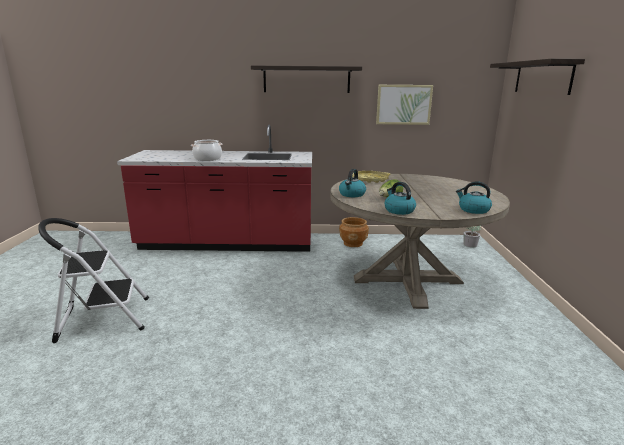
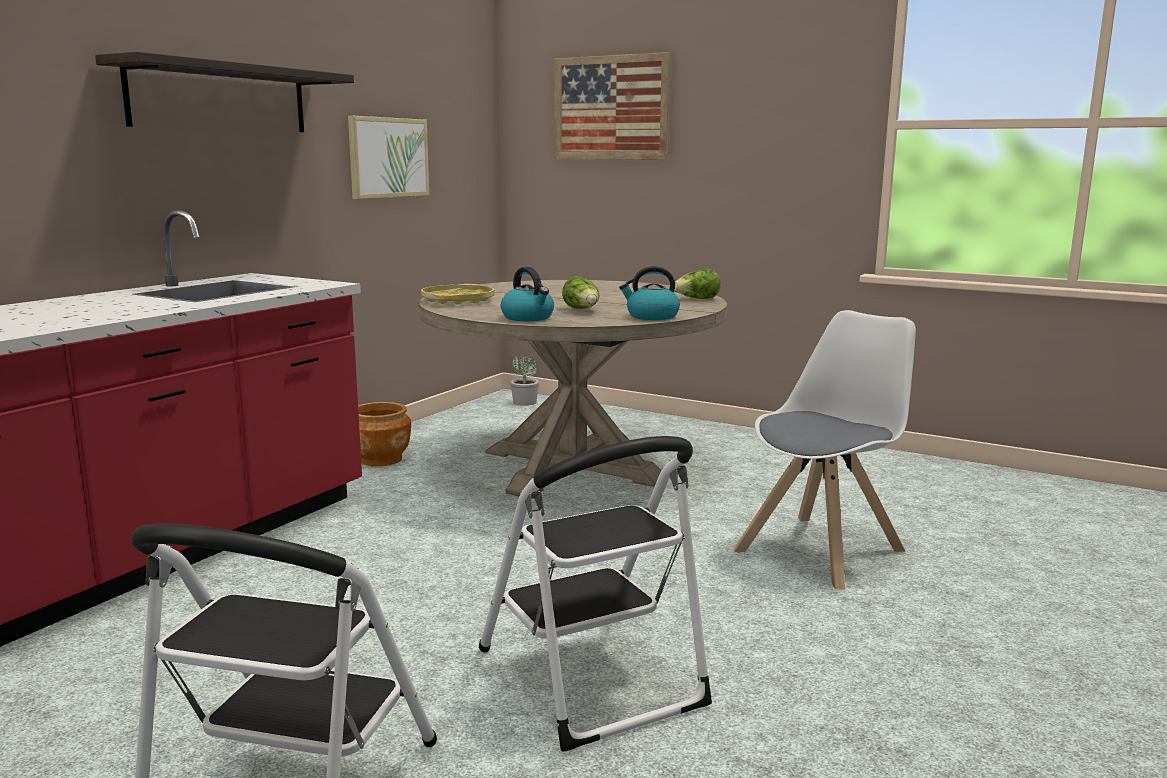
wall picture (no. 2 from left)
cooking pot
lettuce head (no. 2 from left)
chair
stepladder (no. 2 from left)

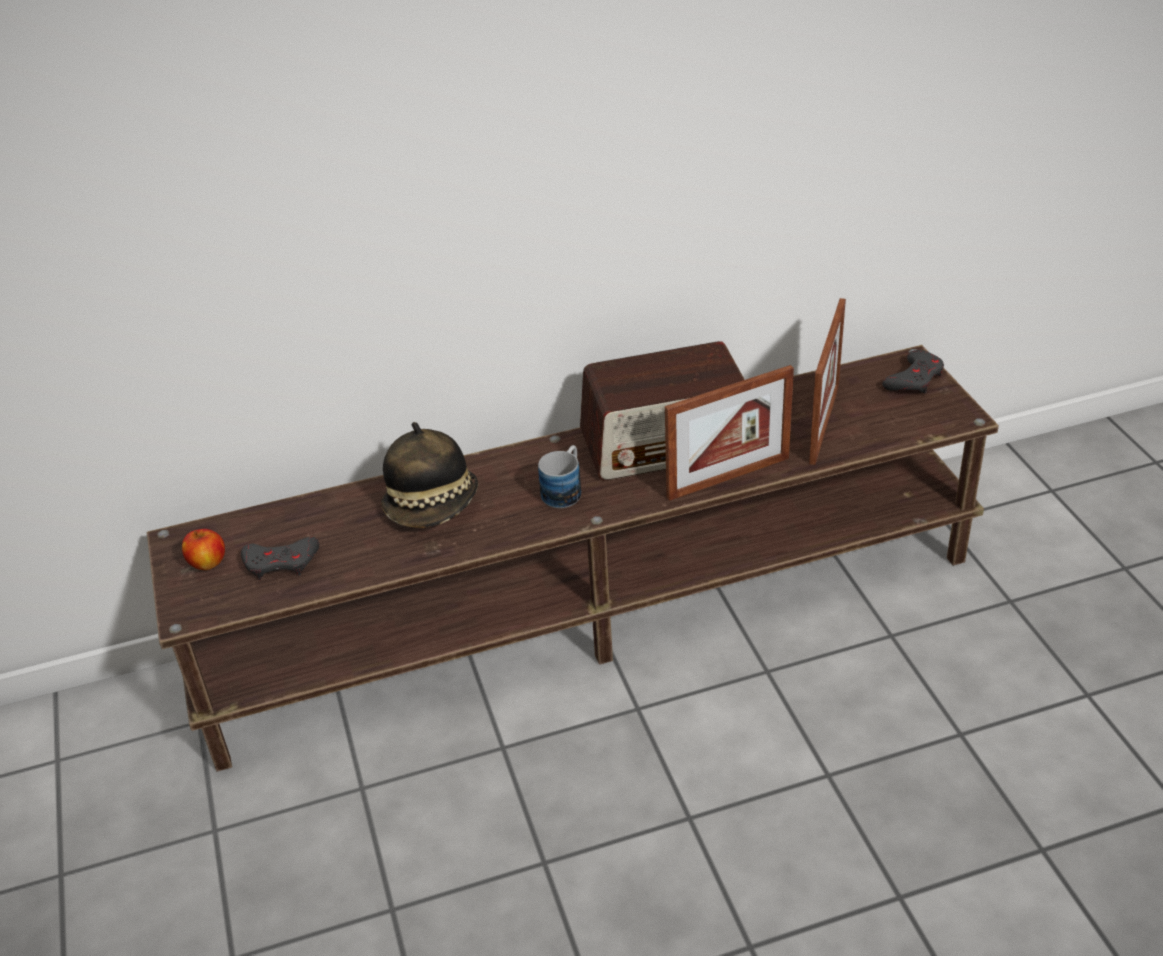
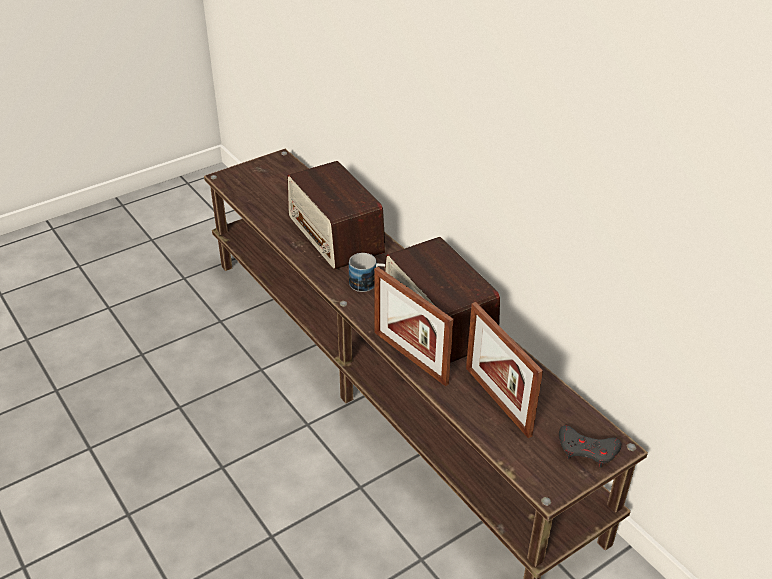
picture frame (no. 2 from left)
radio (no. 1 from left)
apple fruit
gray gamepad (no. 1 from left in the first image)

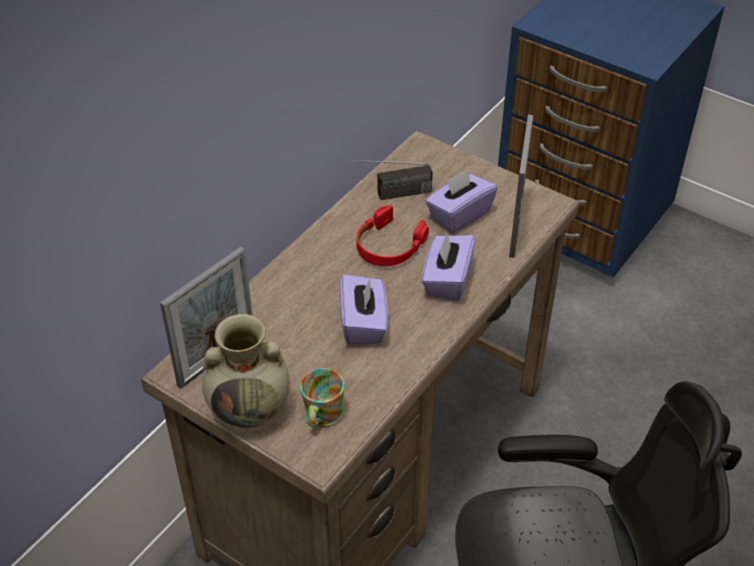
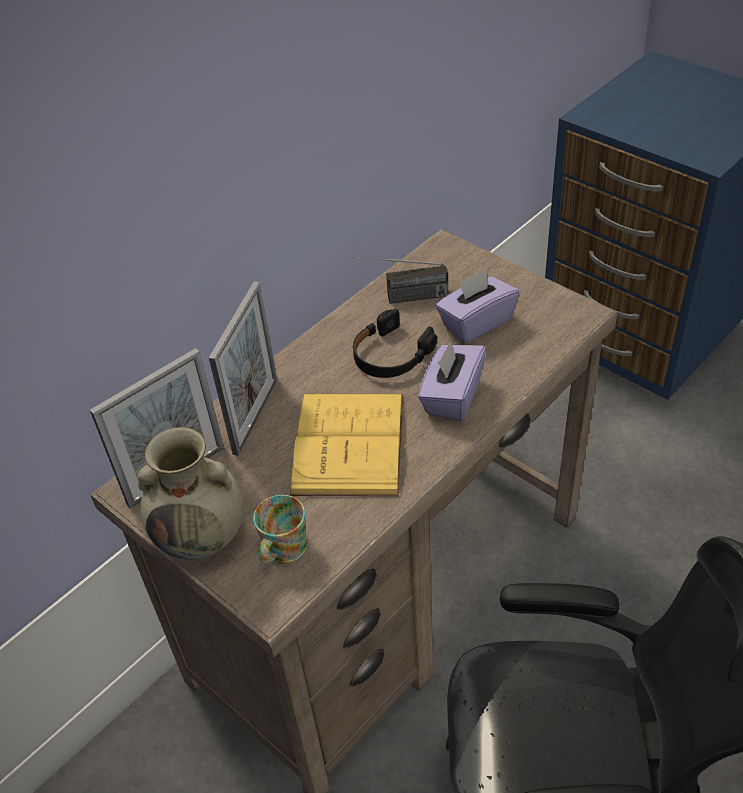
picture frame (no. 2 from left)
blackish headphones
yellow-coloured bound book

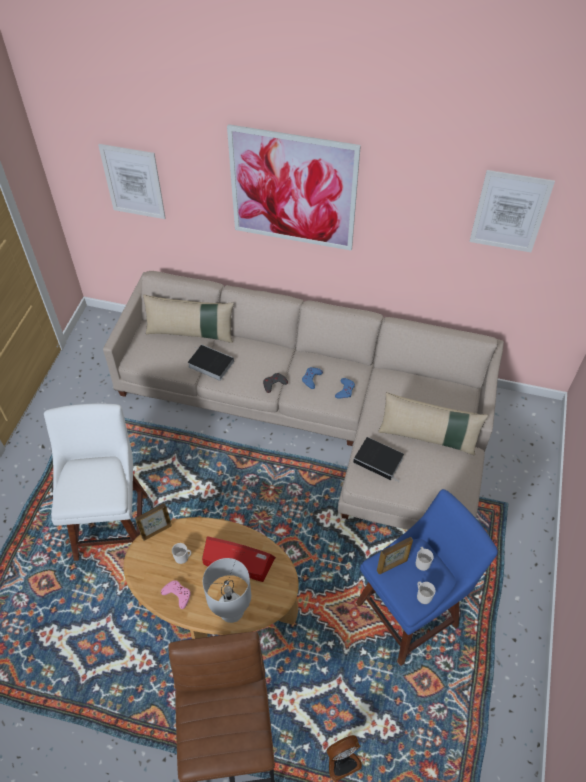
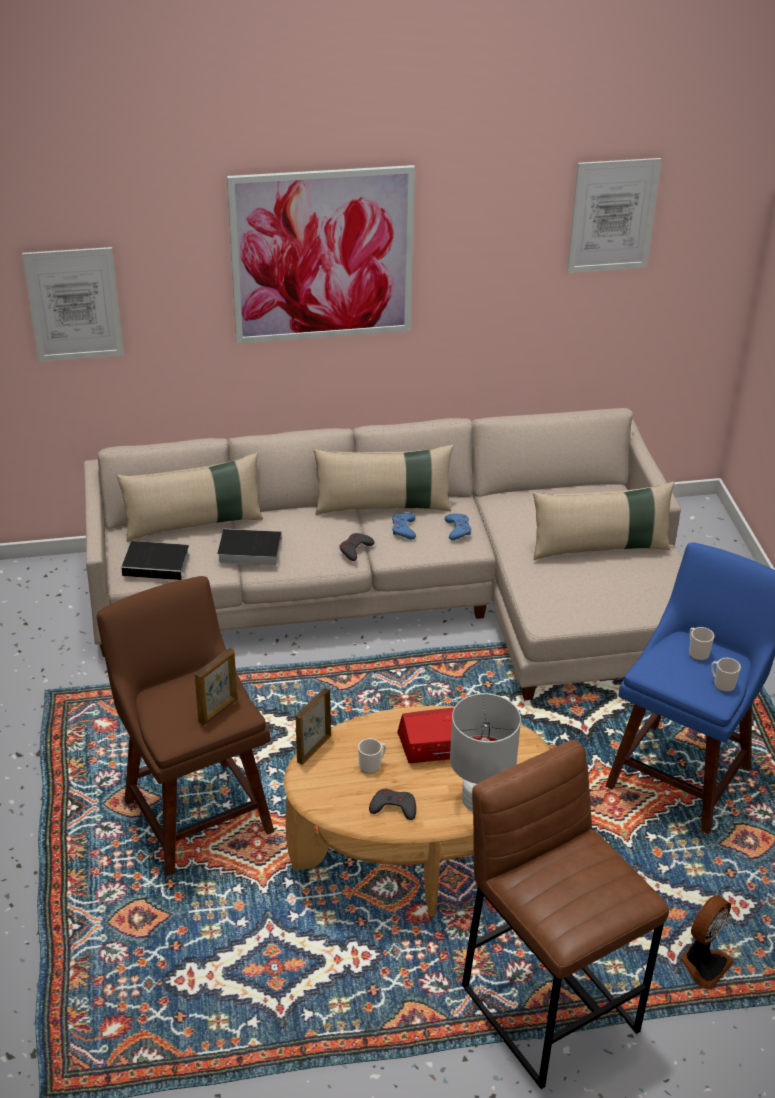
brownish sitting stool (no. 1 from left)
bound book (no. 1 from left)
picture frame (no. 1 from left)
gray gamepad (no. 2 from left)
sand-coloured pillow (no. 2 from left)

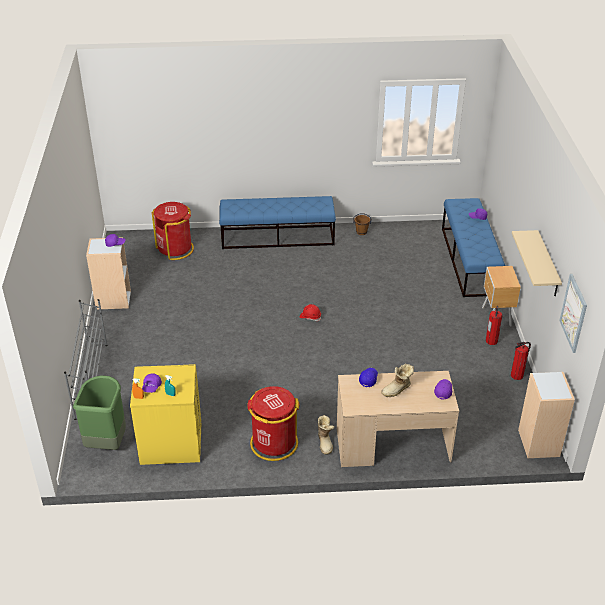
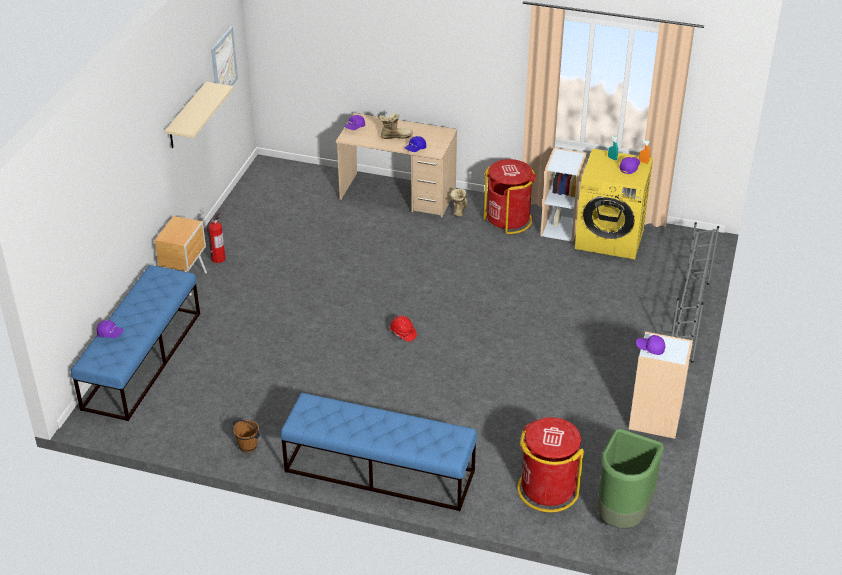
extinguisher (no. 2 from left in the first image)
bookcase (no. 1 from left)
greenish waste bin

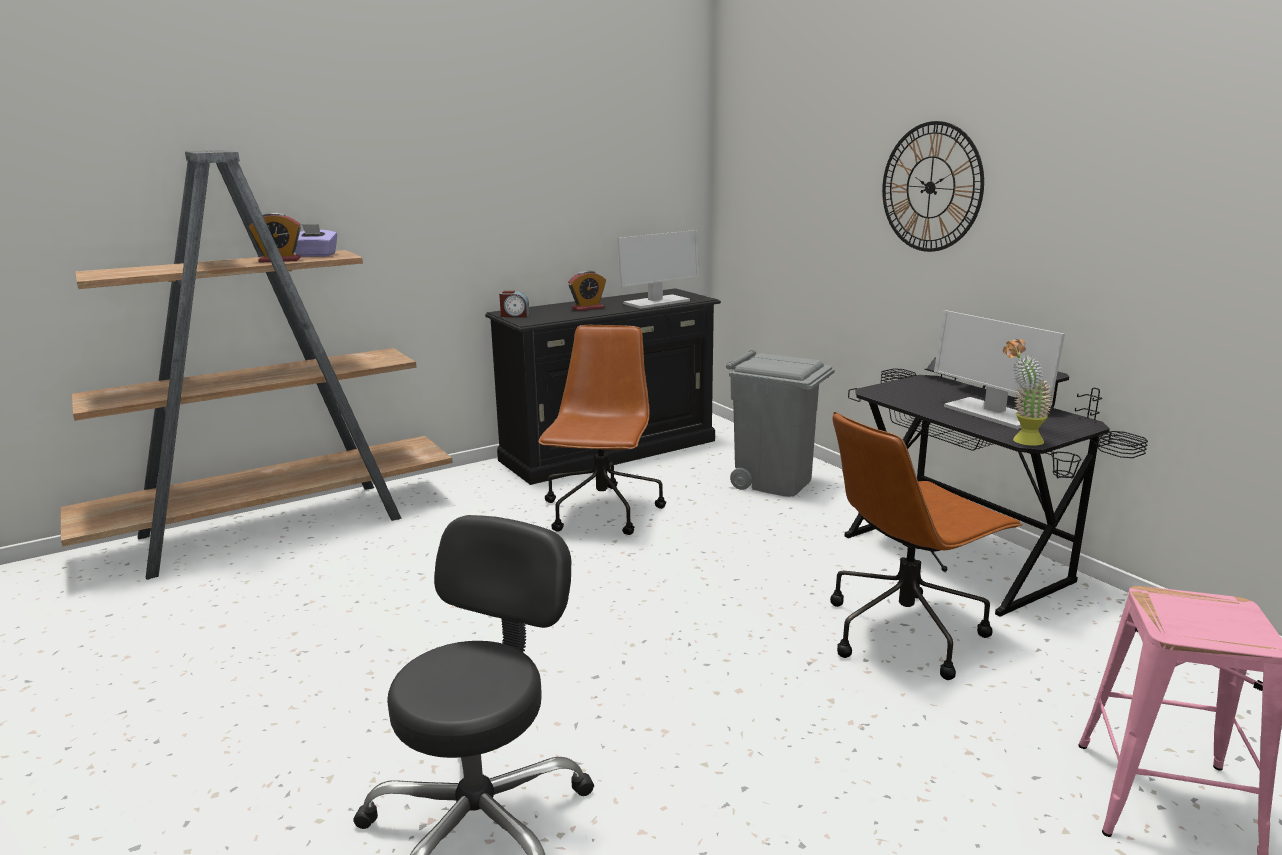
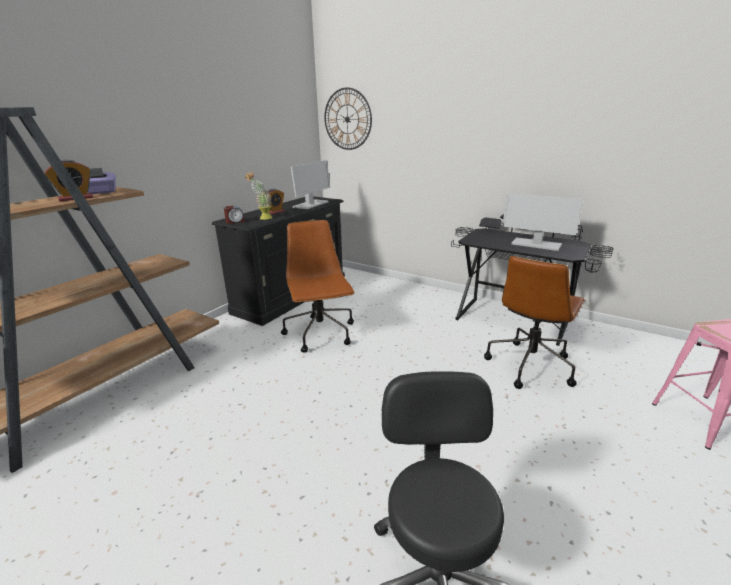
clock on the wall
houseplant
gray waste bin

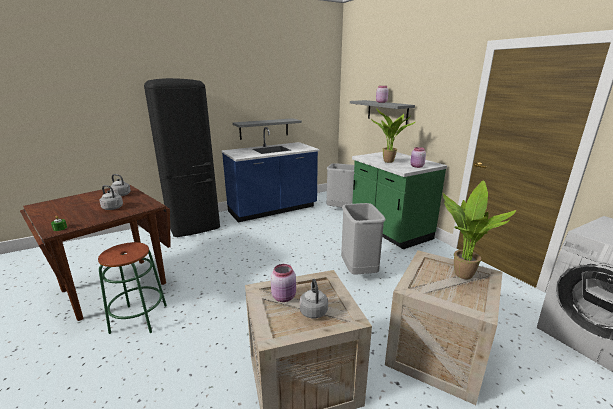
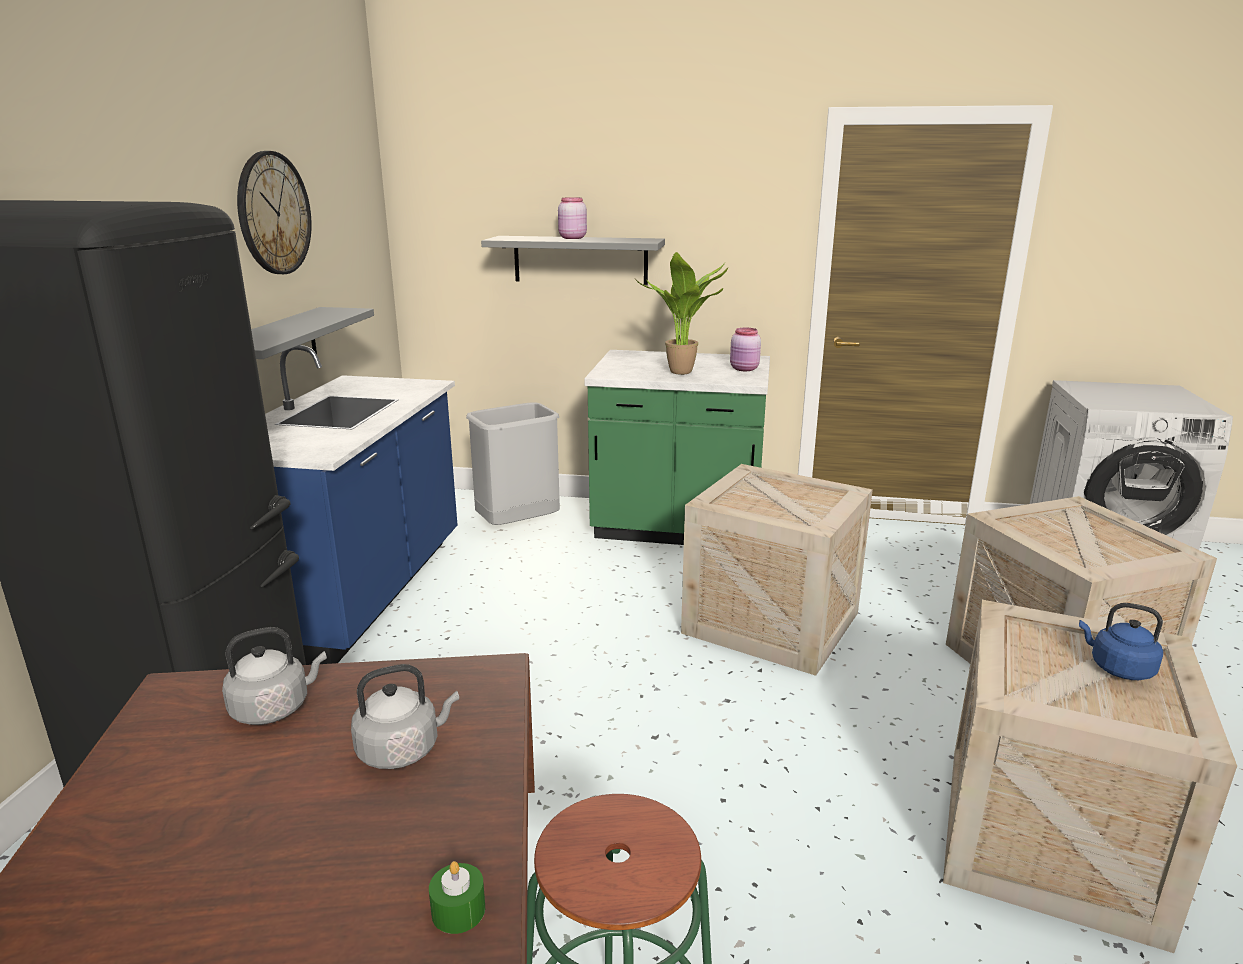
houseplant (no. 2 from left in the first image)
shipping crate (no. 1 from left)
pink preserve jar (no. 1 from left in the first image)
blue-coloured tea kettle
clock on the wall

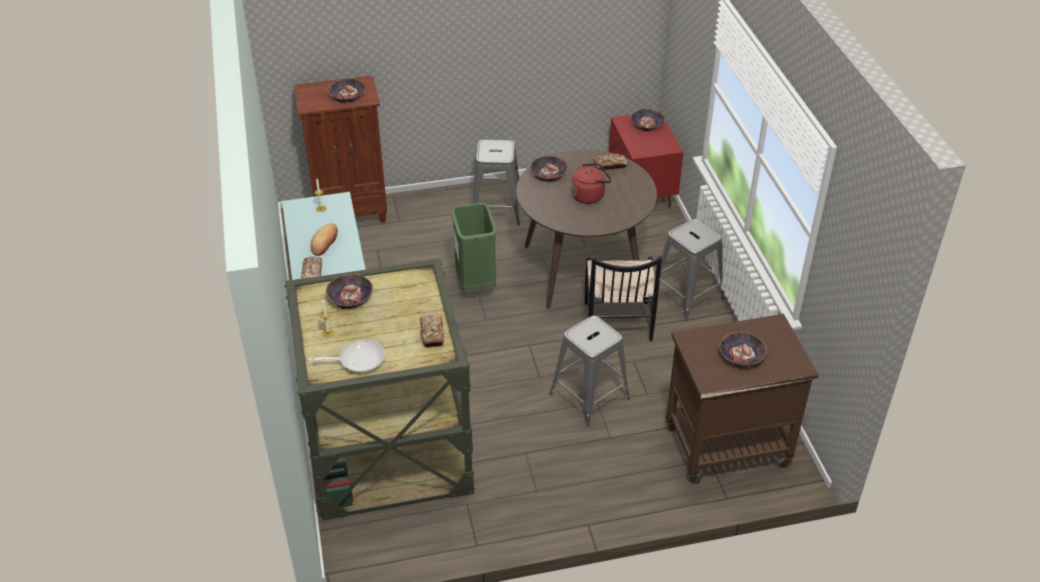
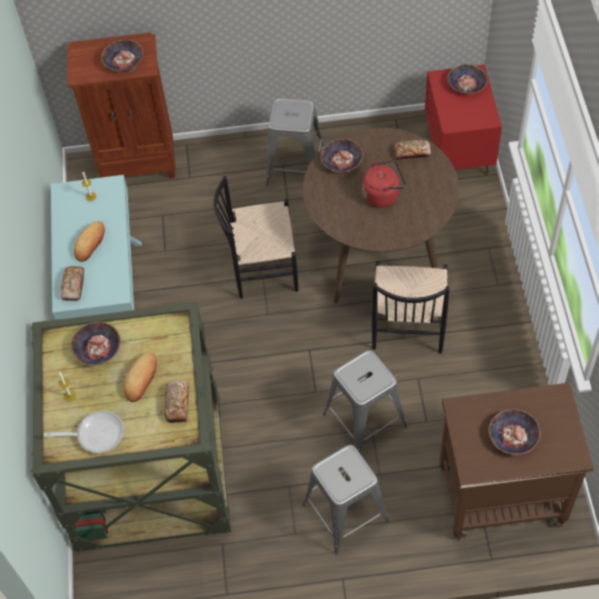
blackish chair (no. 1 from left)
gray sitting stool (no. 2 from left)
bread (no. 3 from left)

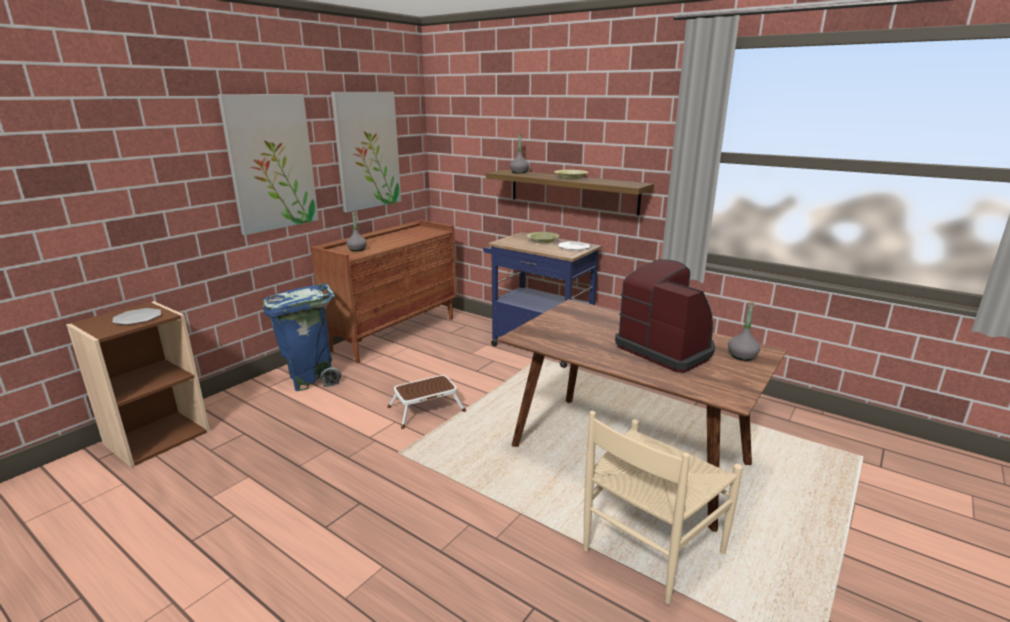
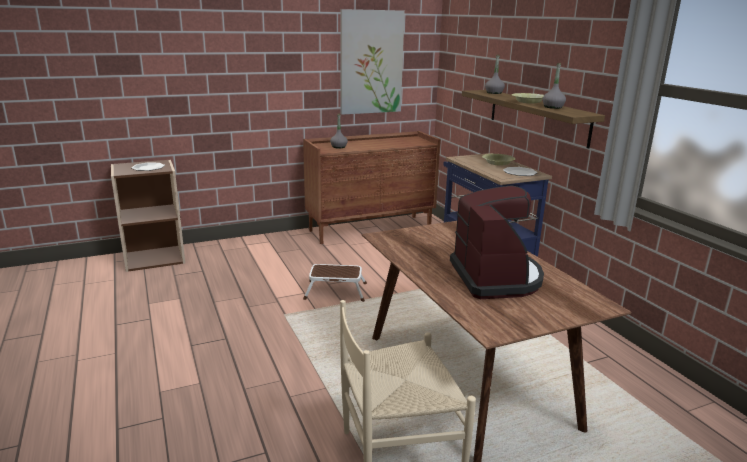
wall picture (no. 1 from left in the first image)
blue-coloured waste bin
gray beverage bottle (no. 3 from left)

